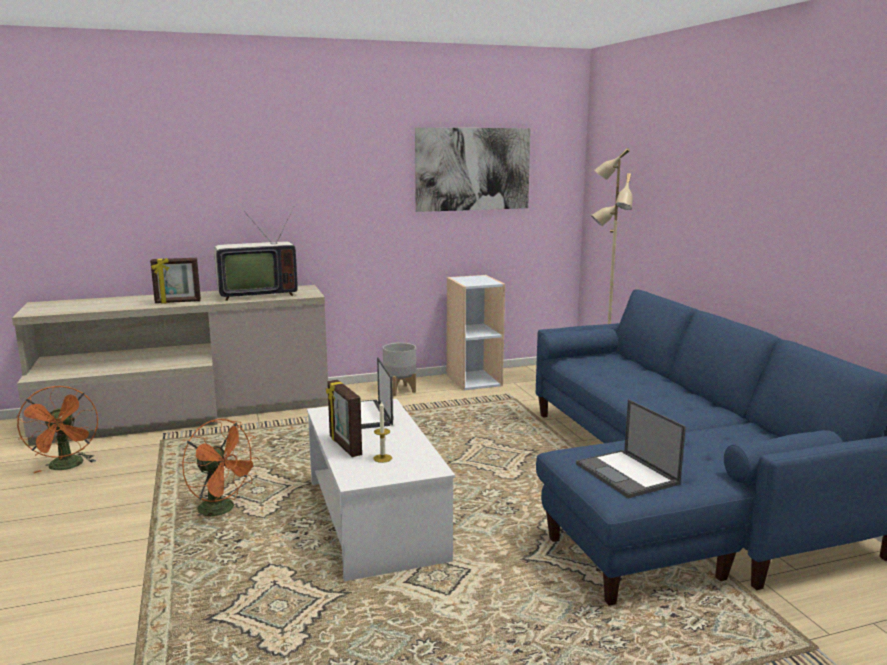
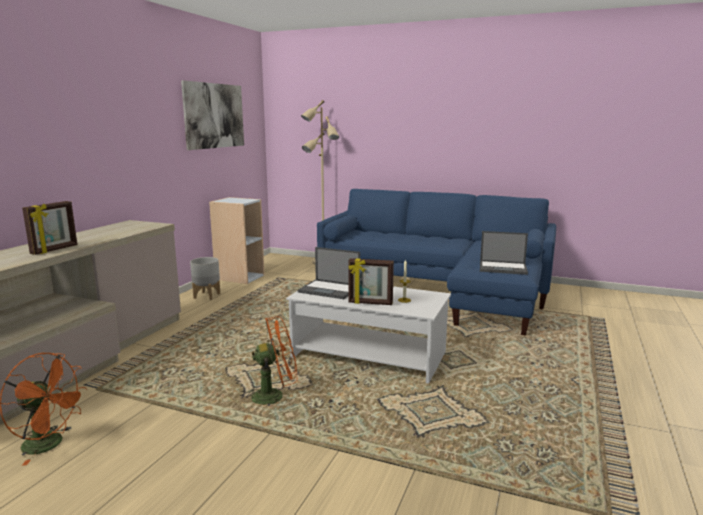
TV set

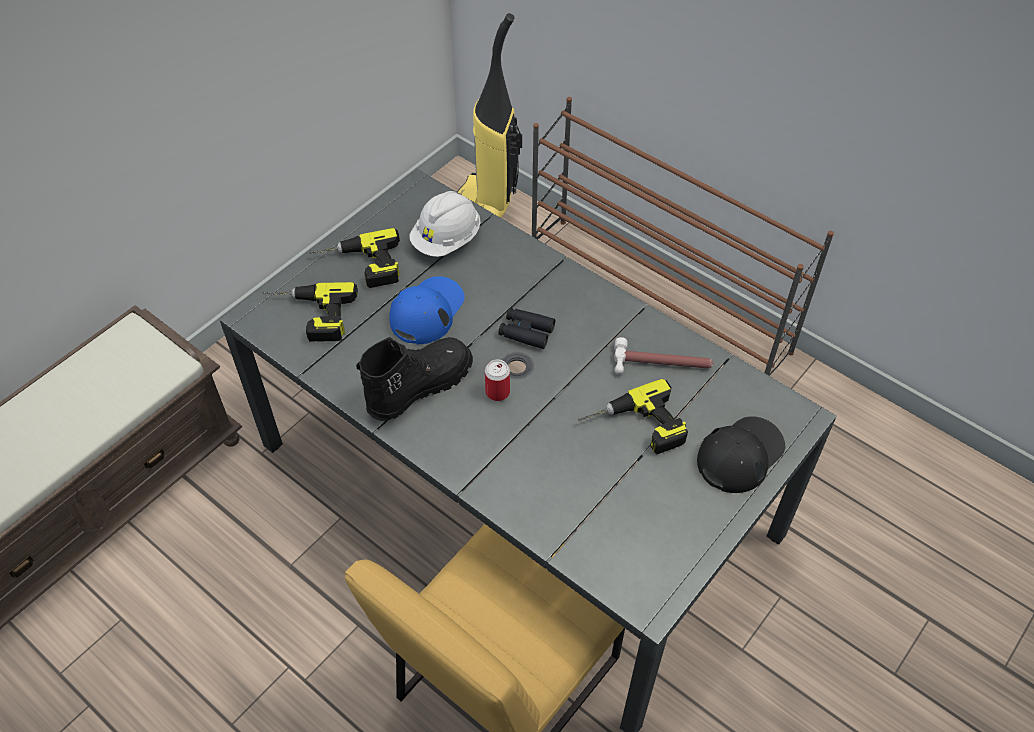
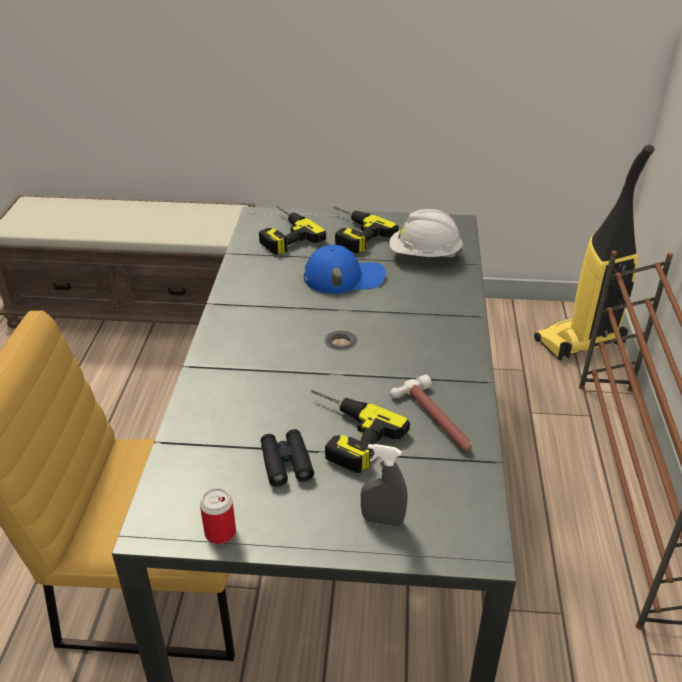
blackish binoculars
blackish boot
sealed can
gray hand sprayer

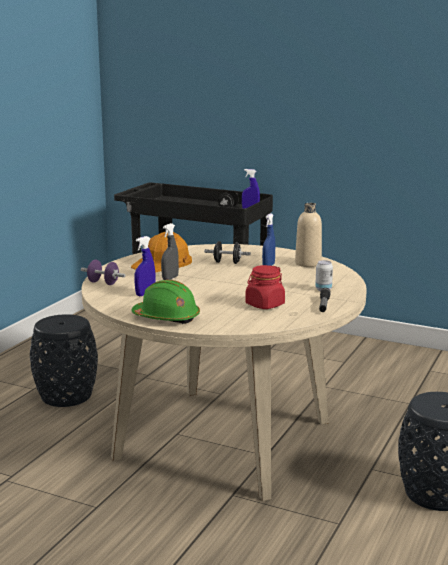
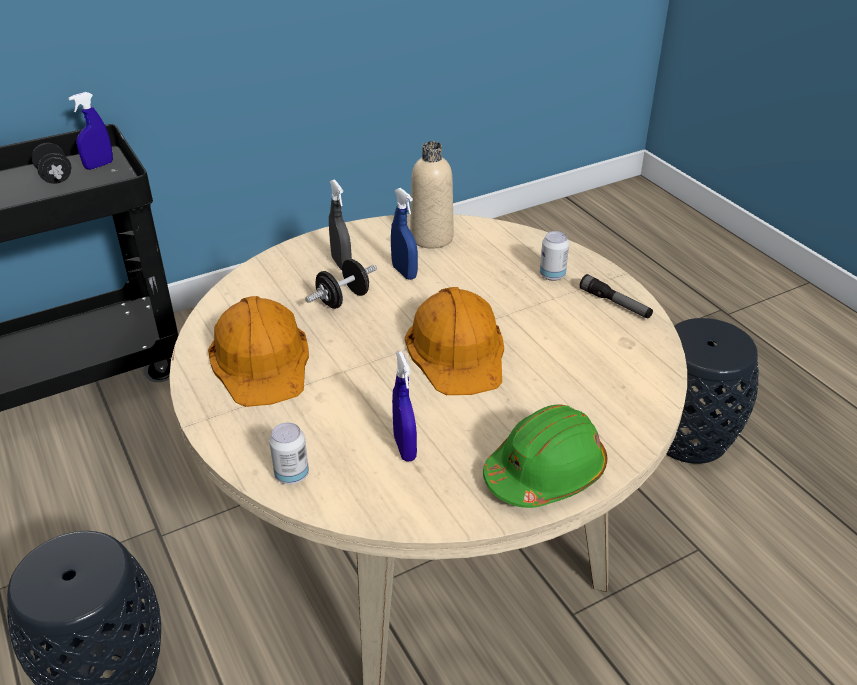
gray hand sprayer
sealed can (no. 1 from left)
reddish preserve jar
orange work helmet (no. 2 from left)

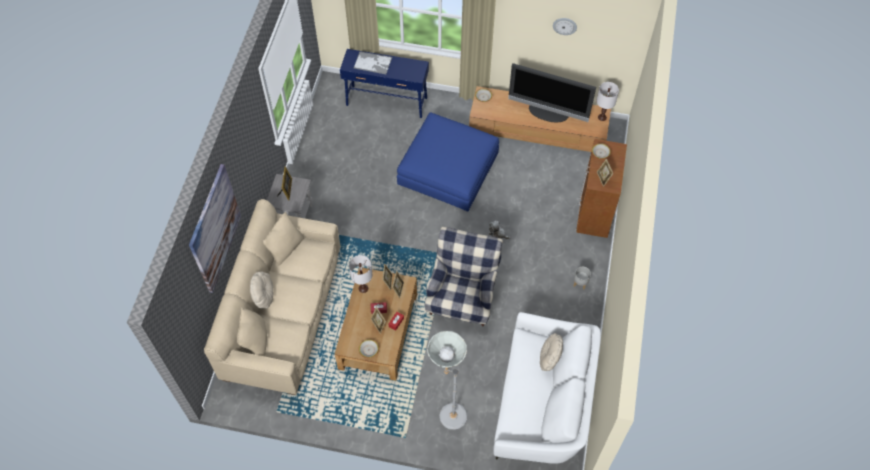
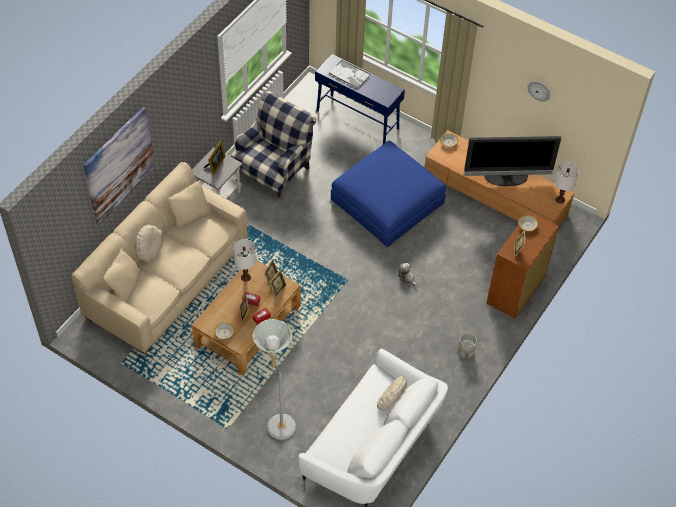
TV set
lounge chair

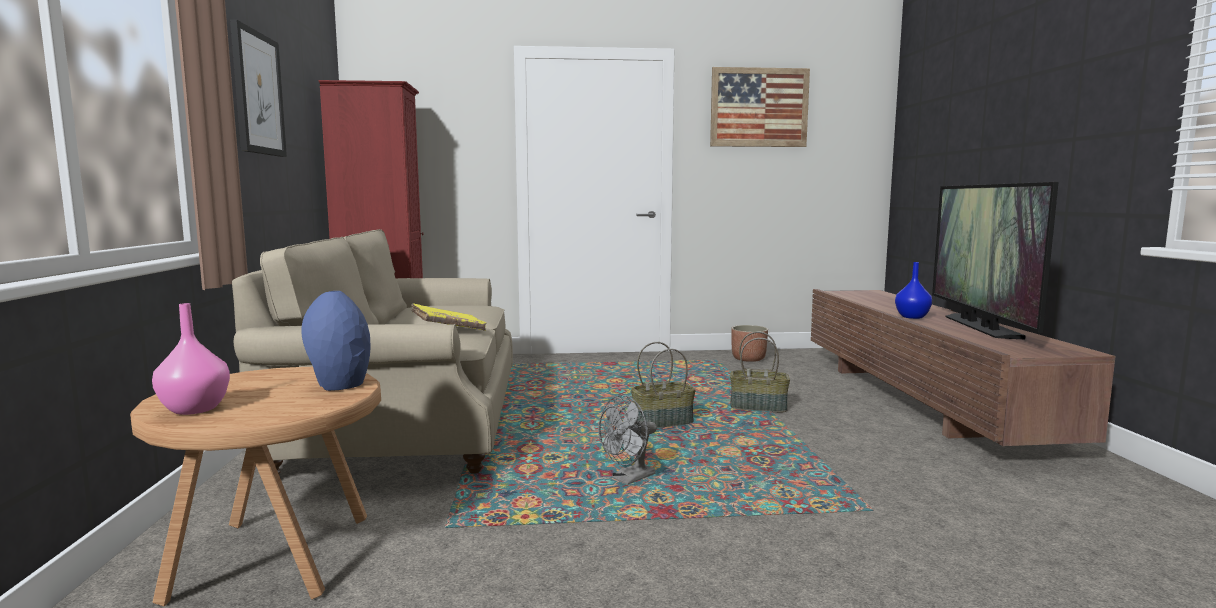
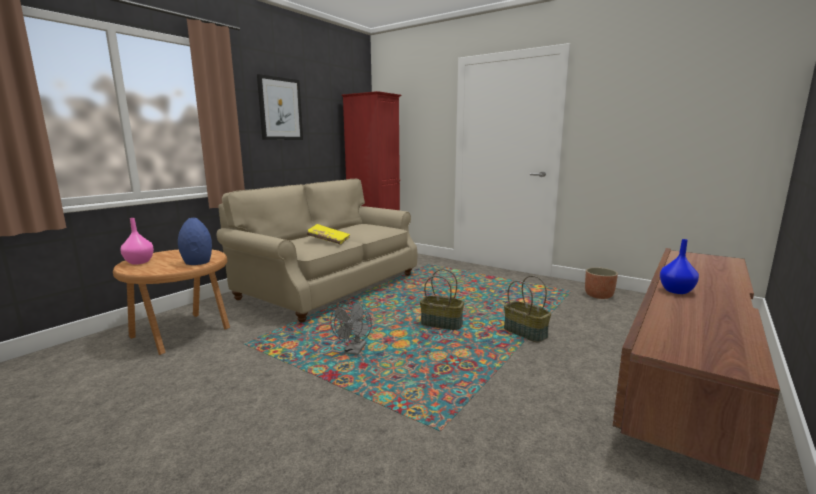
wall picture (no. 2 from left in the first image)
TV set
gray fan

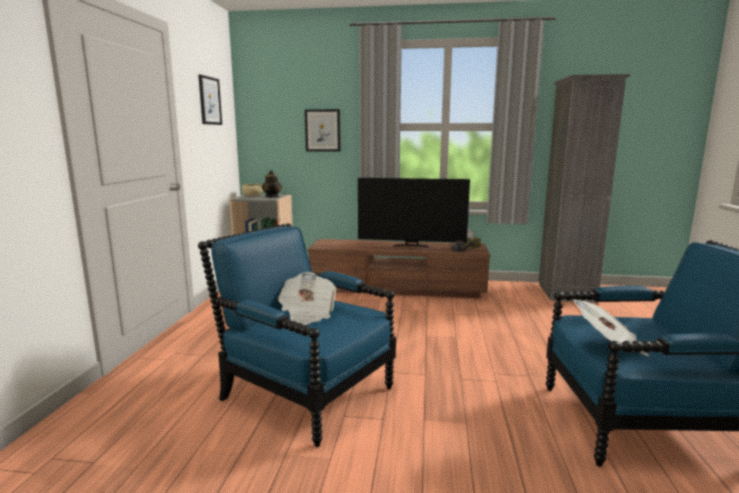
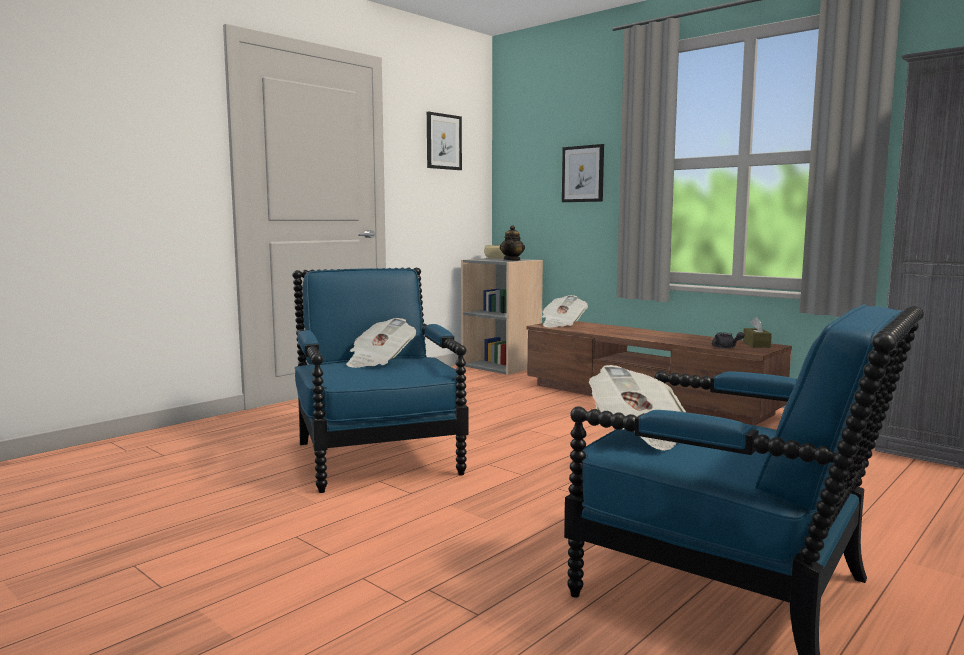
TV set
newspaper (no. 2 from left)

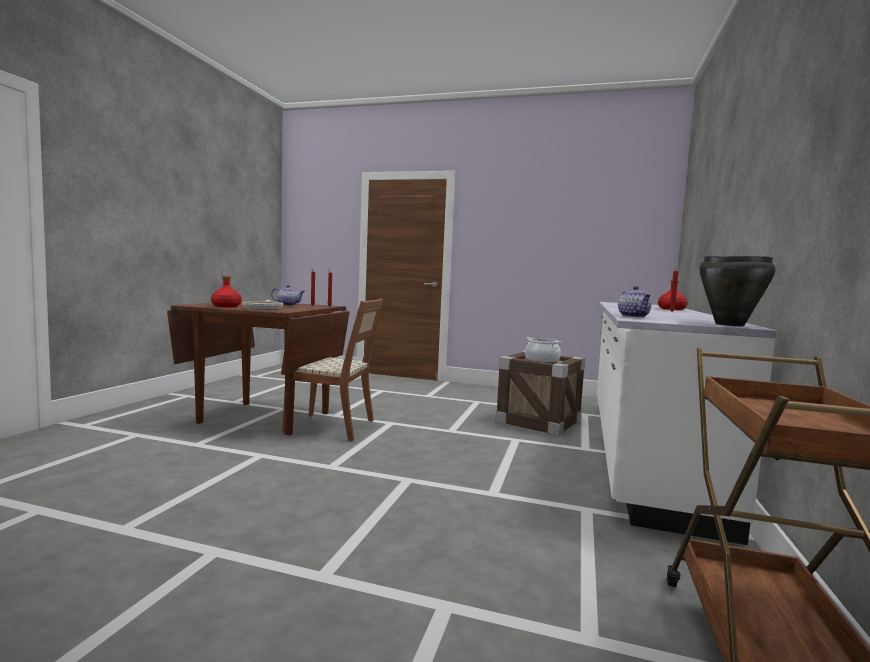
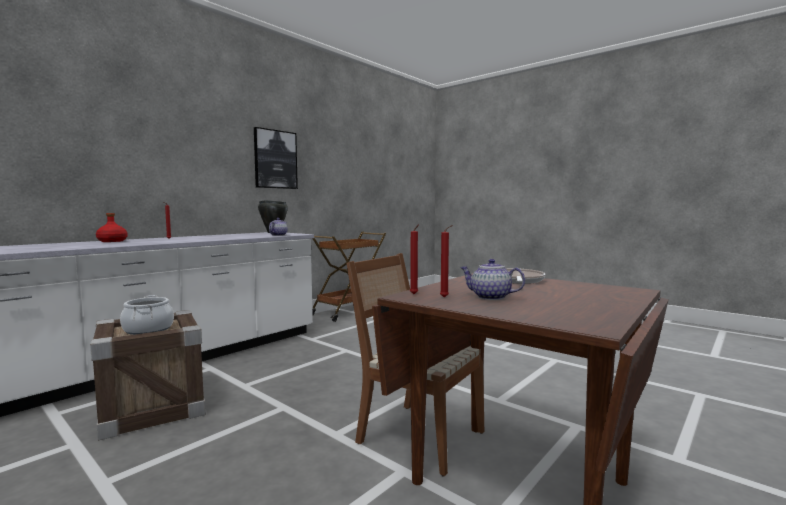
reddish beverage bottle (no. 1 from left in the first image)
wall picture

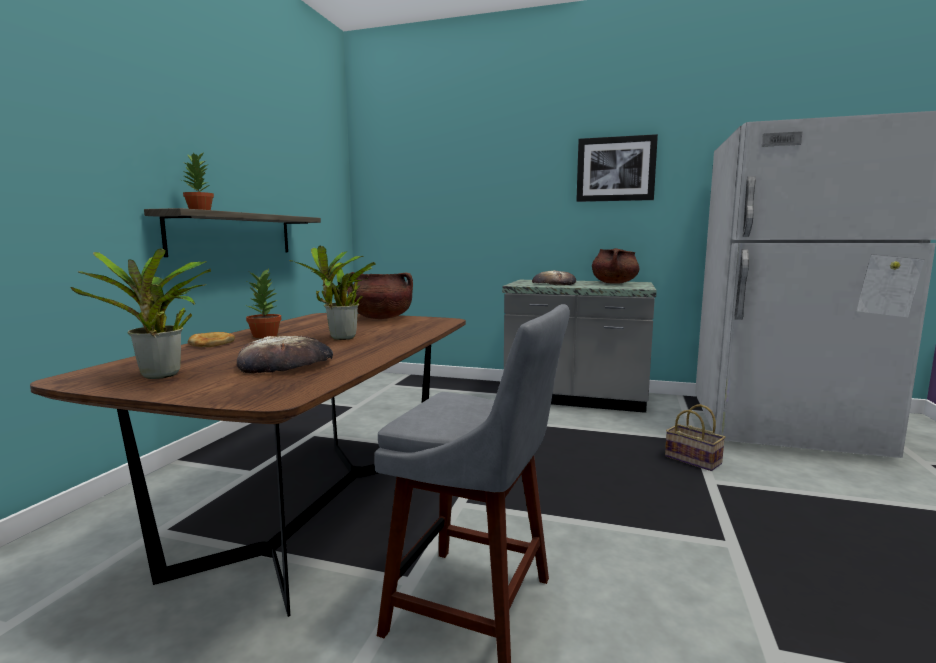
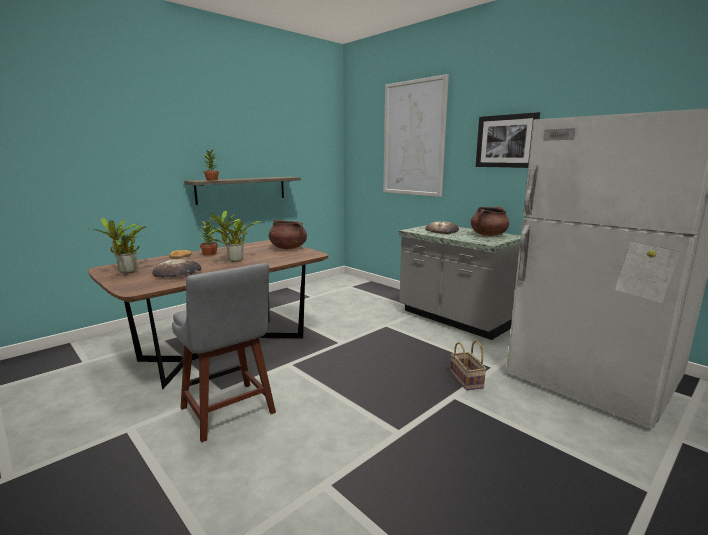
wall picture (no. 1 from left)

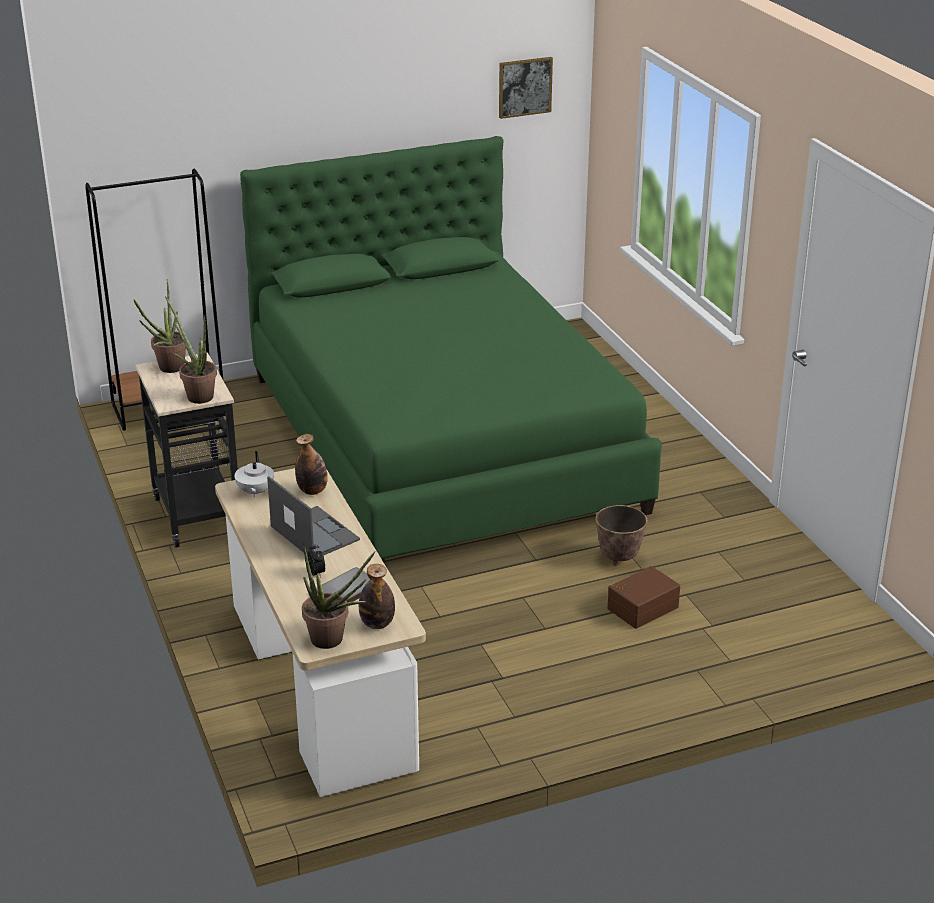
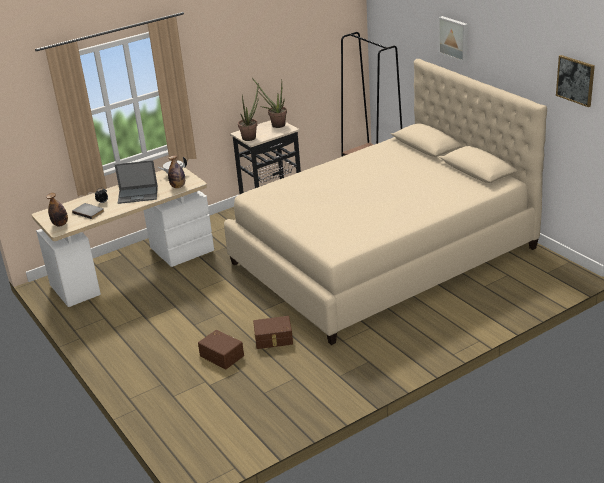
sand-coloured bedroom bed
laptop
brownish storage bin (no. 2 from left)
houseplant (no. 3 from left in the first image)
wall picture (no. 1 from left)

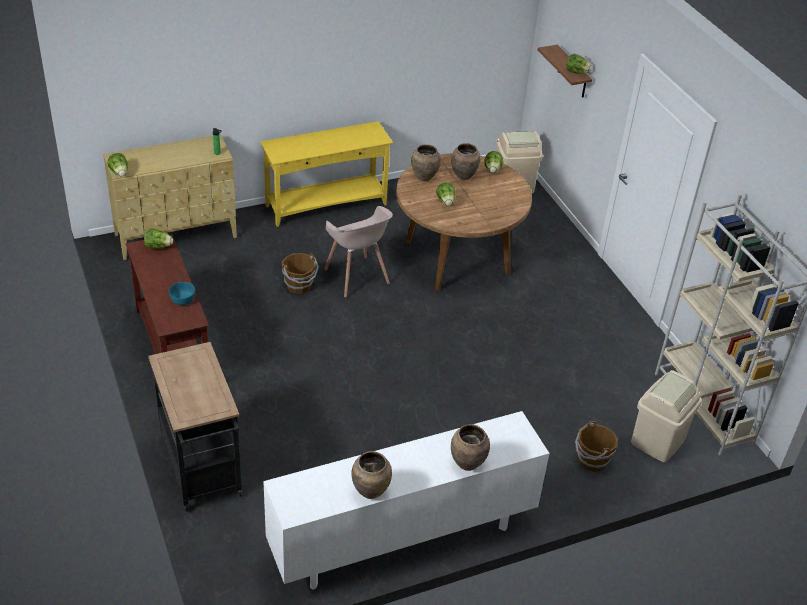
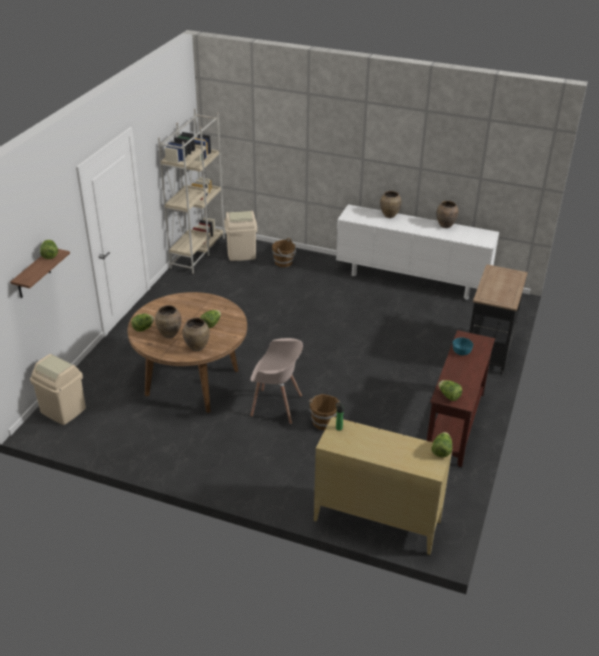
yellow-coloured hall table
sand-coloured chair

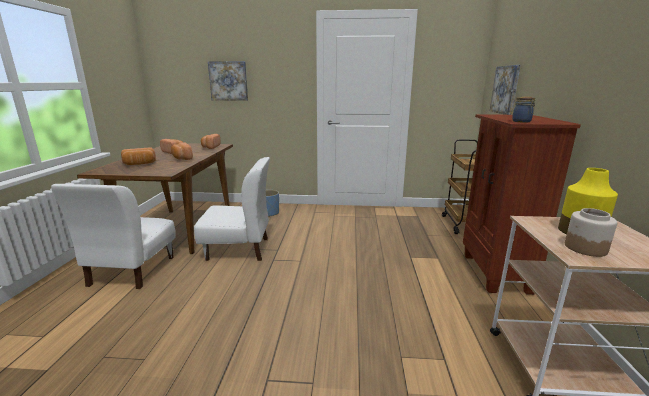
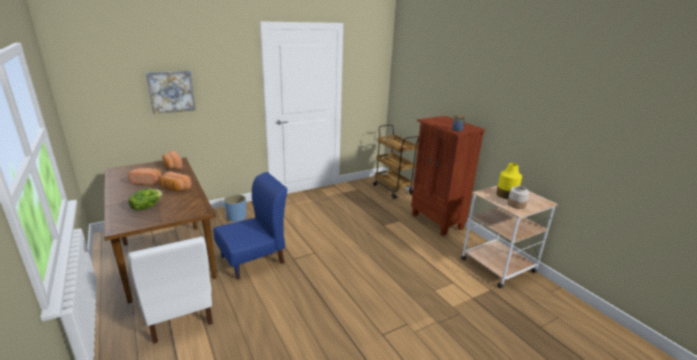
wall picture (no. 2 from left in the first image)
lettuce head
blue-coloured chair

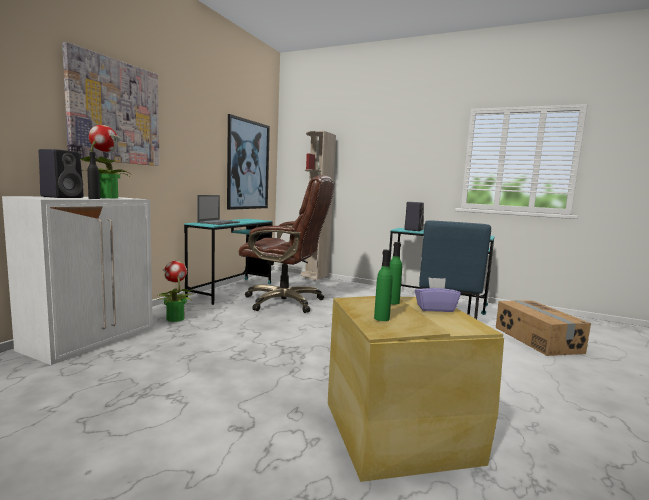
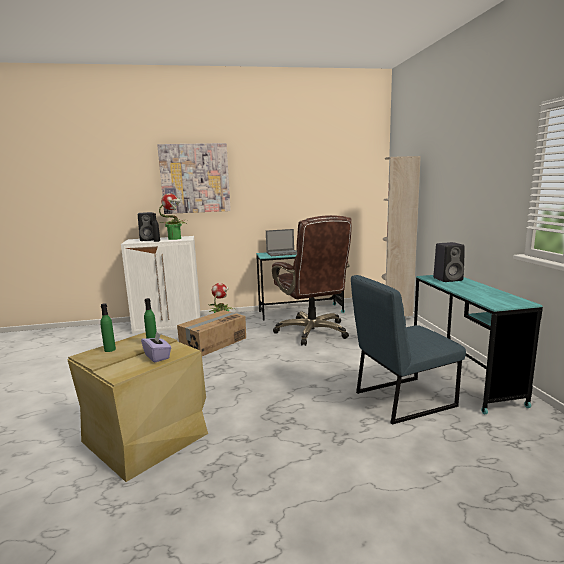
wall picture (no. 2 from left in the first image)
carton

